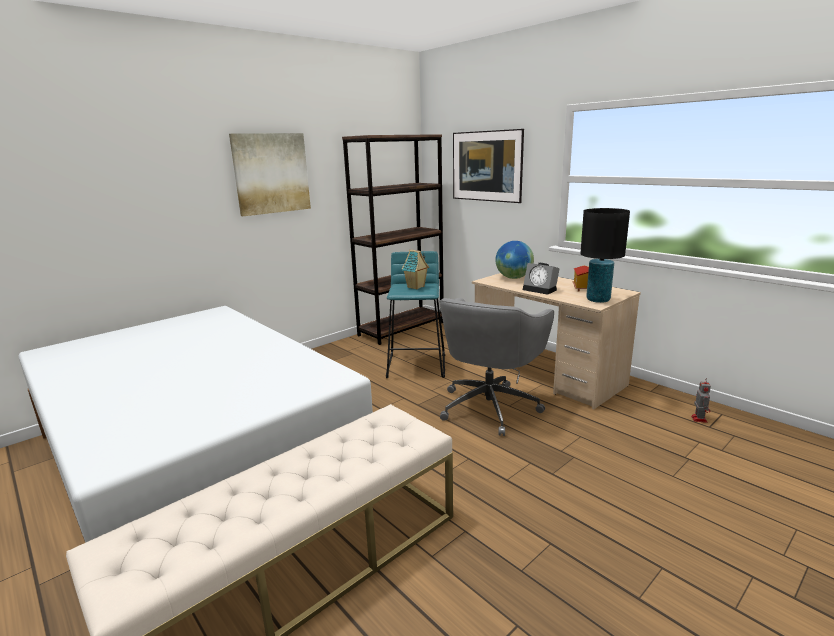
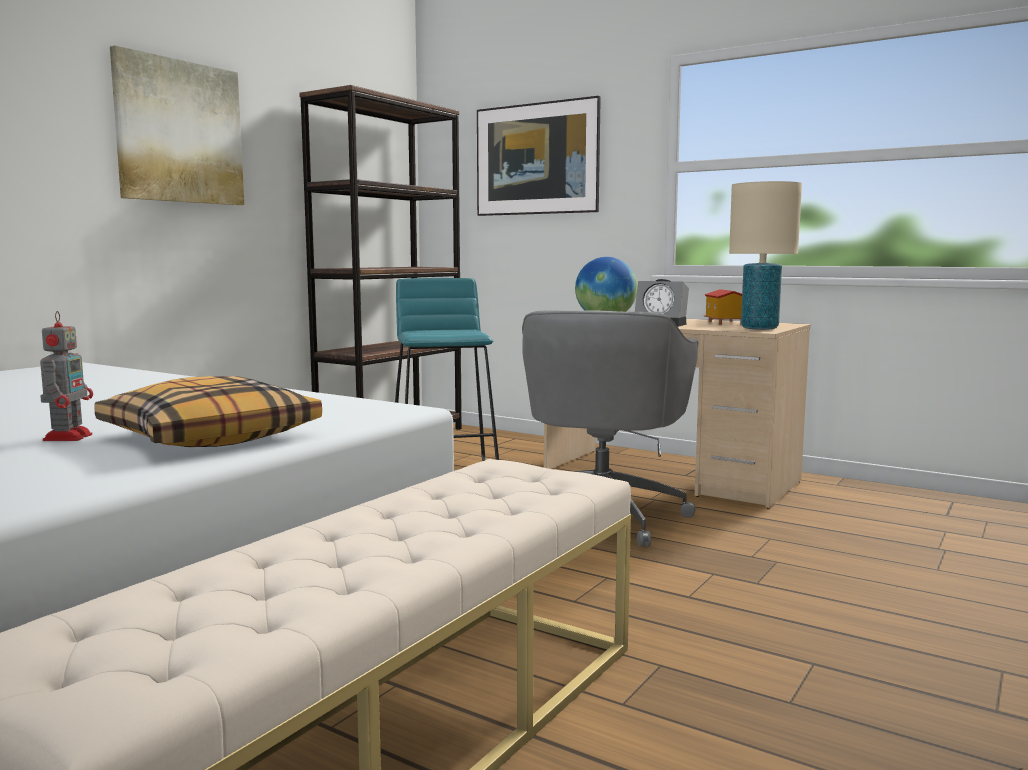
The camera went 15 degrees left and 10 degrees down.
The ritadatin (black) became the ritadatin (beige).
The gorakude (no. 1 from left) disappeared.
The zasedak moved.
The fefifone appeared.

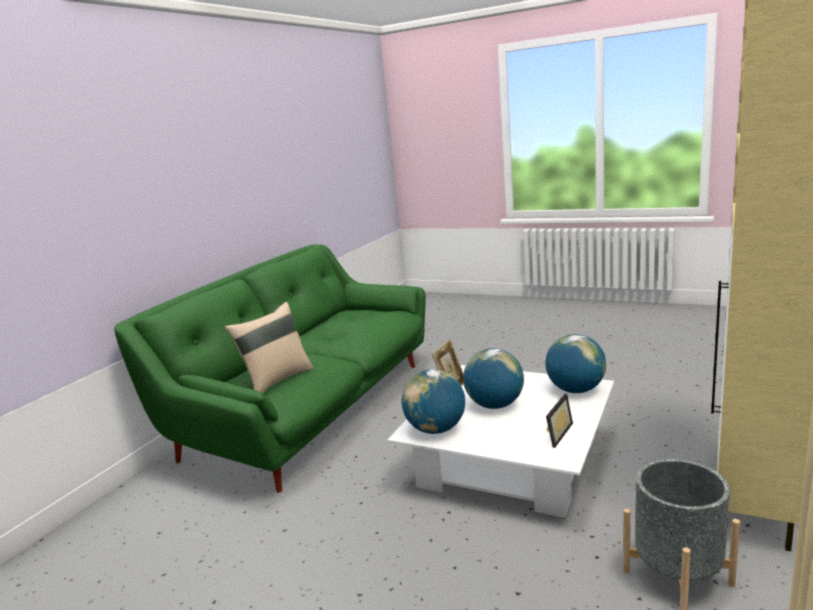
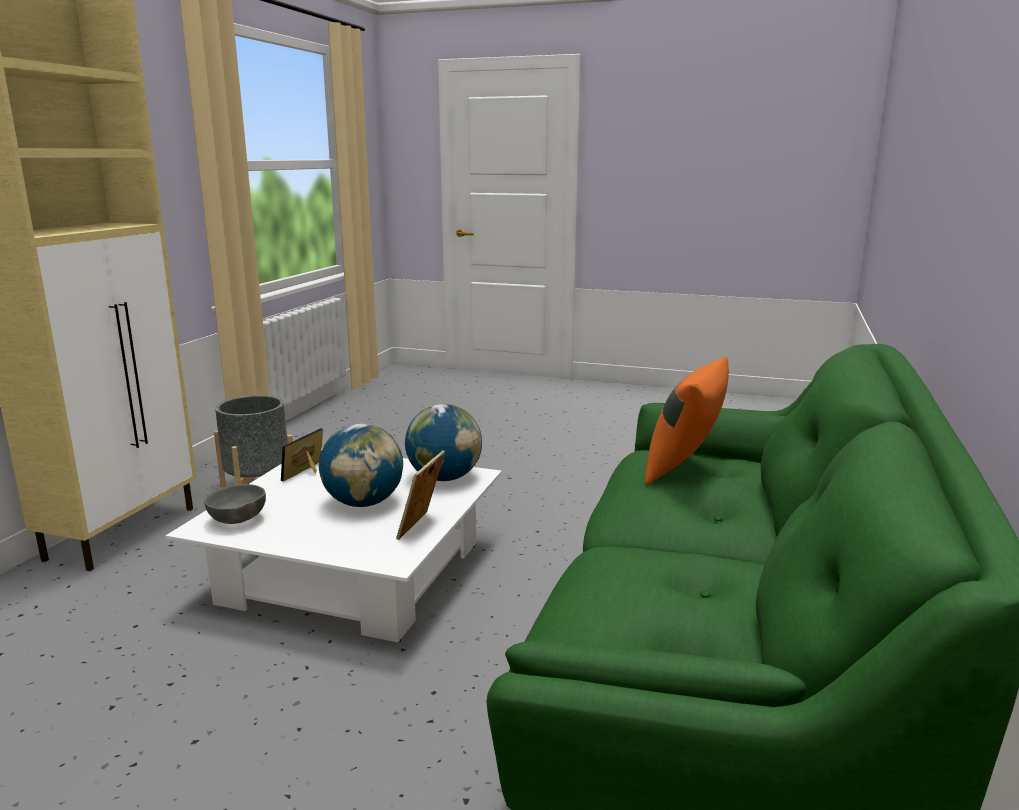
The camera went 170 degrees right and 0 degrees up.
The fefifone (beige) became the fefifone (orange).
The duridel (no. 3 from left) was replaced by the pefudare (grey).

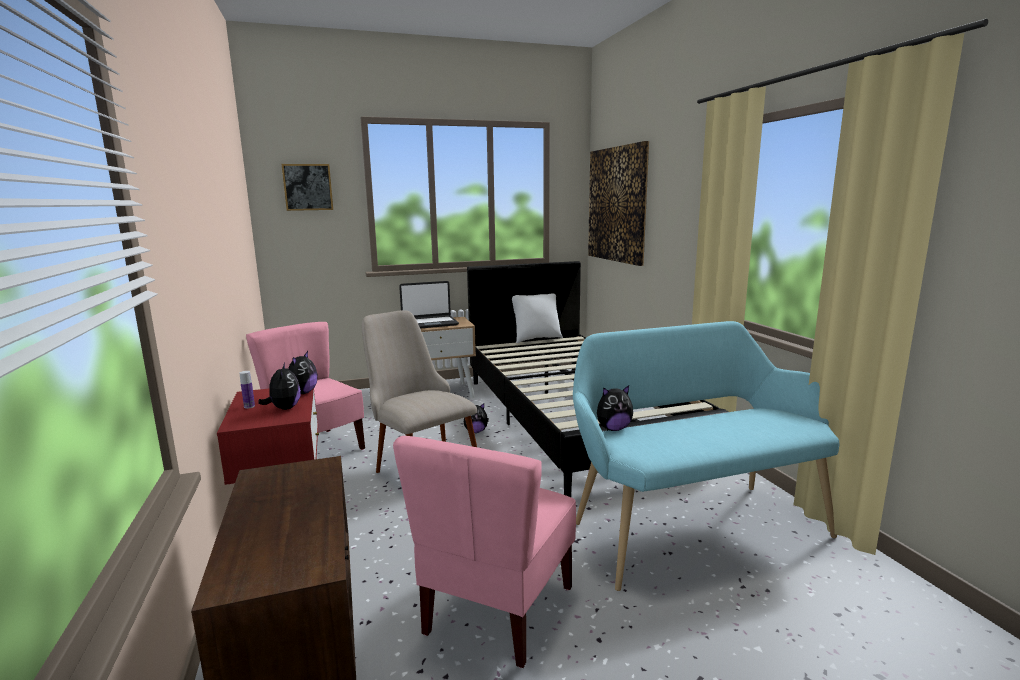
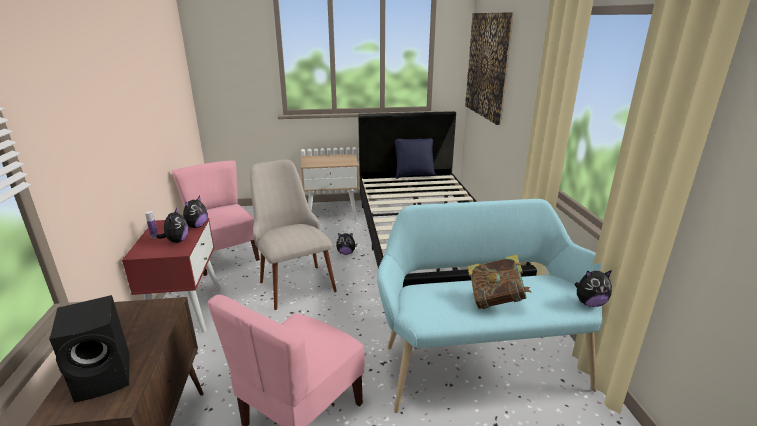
The camera went 10 degrees right and 10 degrees up.
The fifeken (no. 1 from left) disappeared.
The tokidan disappeared.
The fefifone (white) became the fefifone (blue).
The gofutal (no. 4 from left) moved.
The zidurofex appeared.
The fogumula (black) appeared.

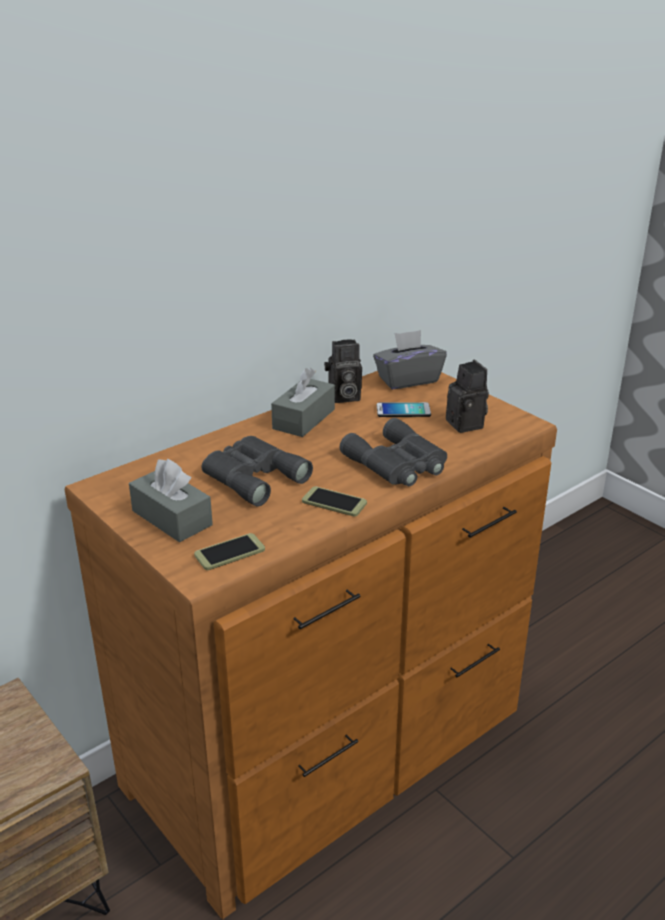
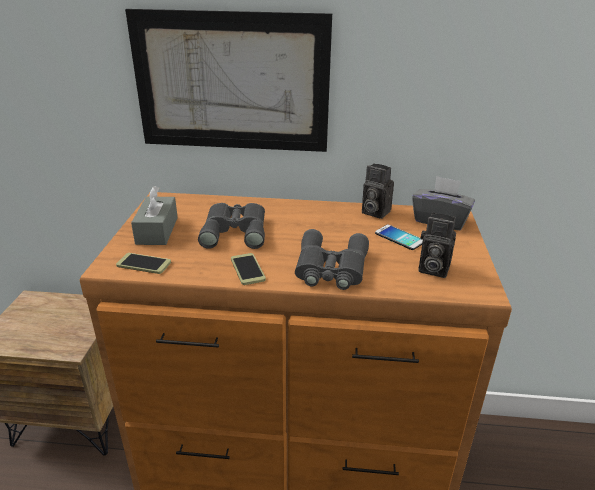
The camera went 45 degrees right and 0 degrees up.
The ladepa (no. 2 from left) turned 90 degrees clockwise.
The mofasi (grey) (no. 2 from left) disappeared.
The fifeken appeared.

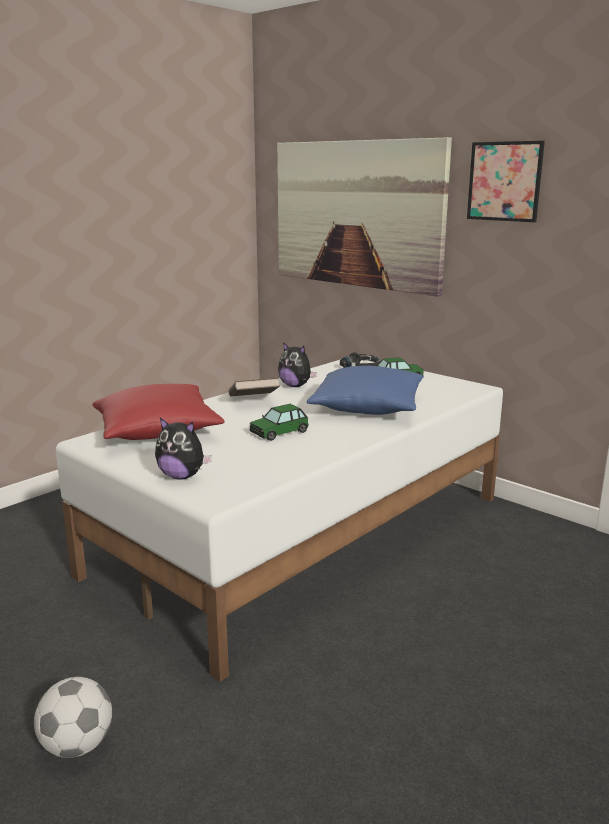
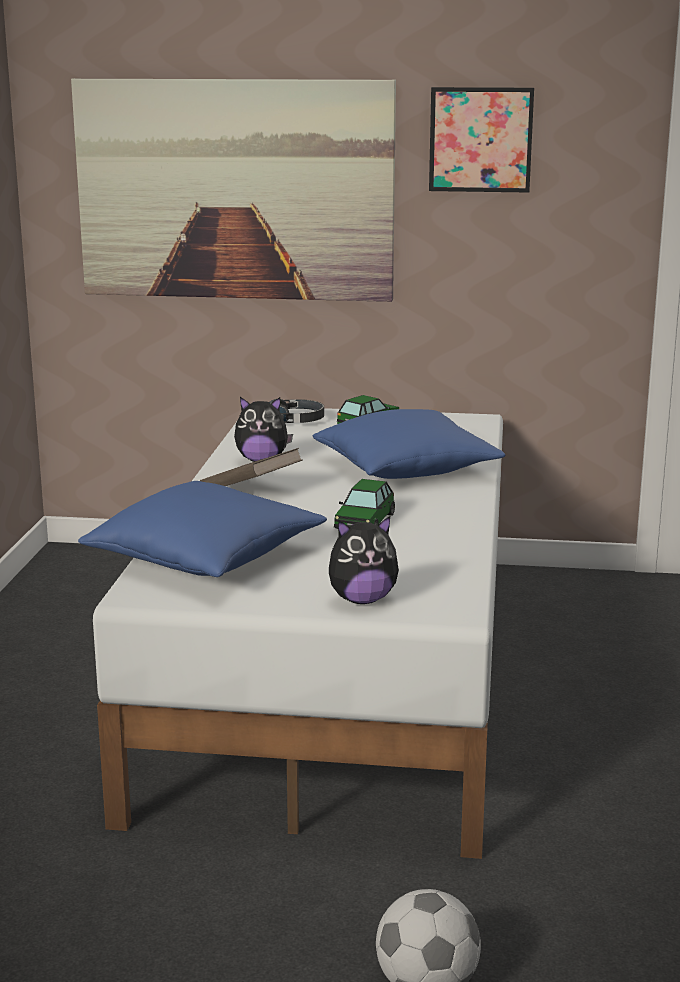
The camera went 35 degrees left and 0 degrees up.
The fefifone (red) became the fefifone (blue) (no. 1 from left).

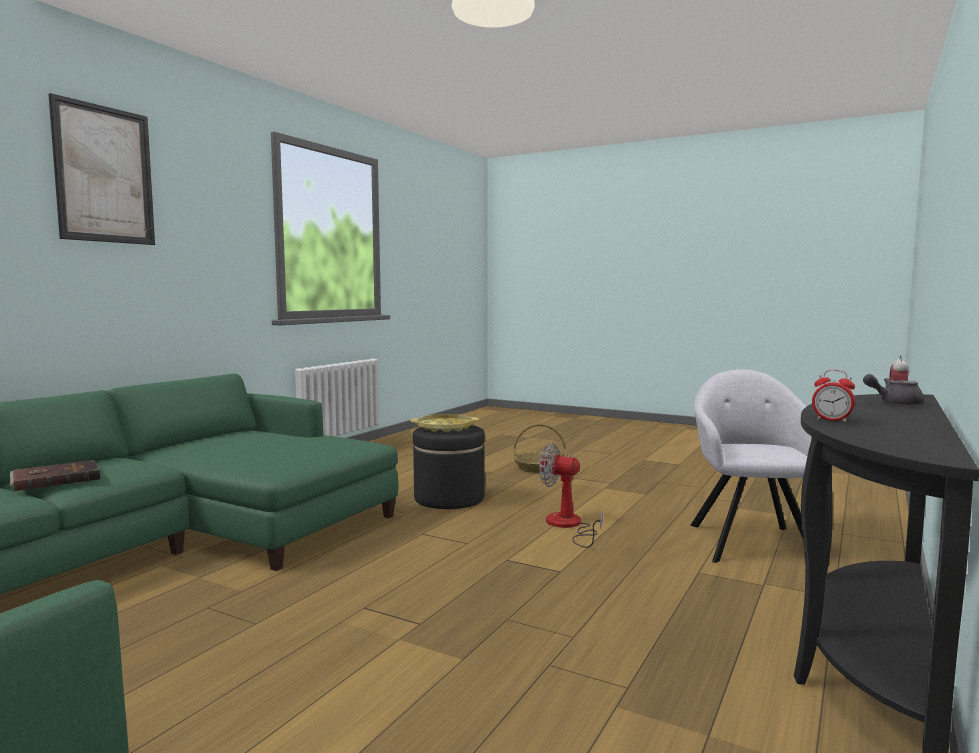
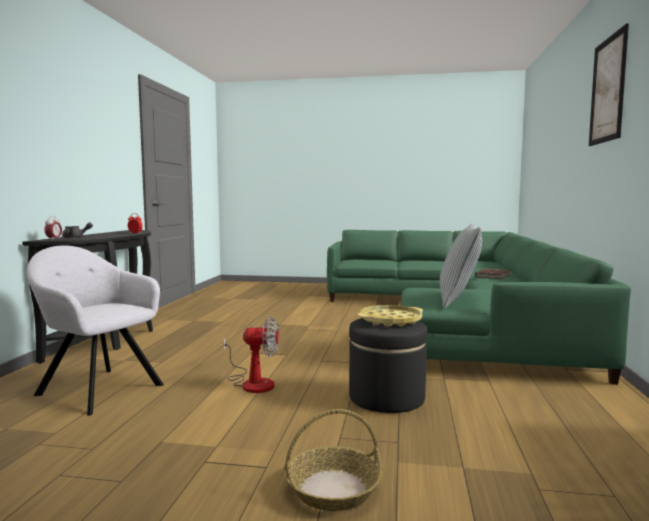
The camera went 160 degrees right and 0 degrees up.
The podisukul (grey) turned 135 degrees clockwise.
The fefifone appeared.

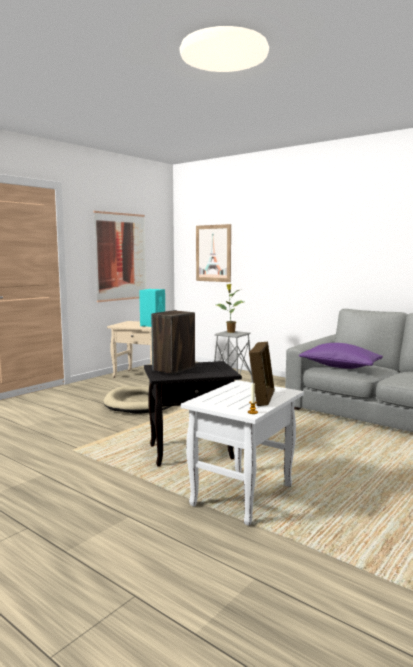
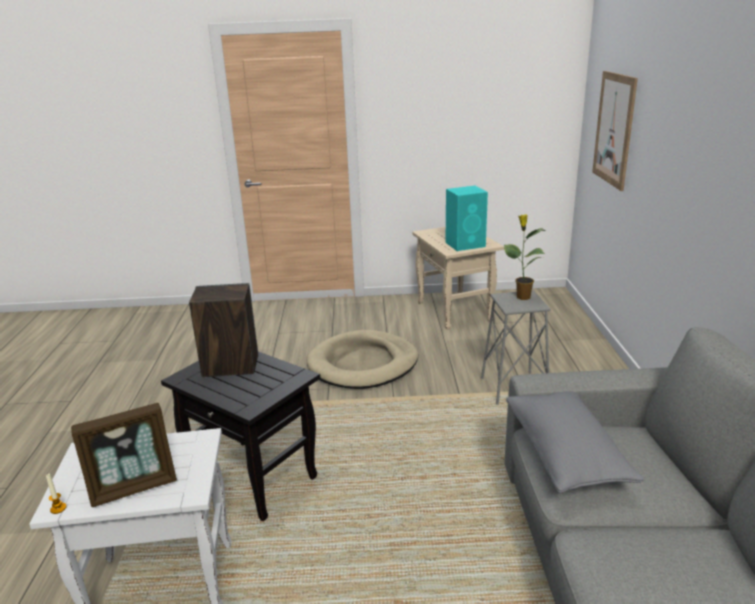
The camera went 50 degrees right and 15 degrees up.
The fifeken (no. 1 from left) disappeared.
The fefifone (purple) became the fefifone (grey).

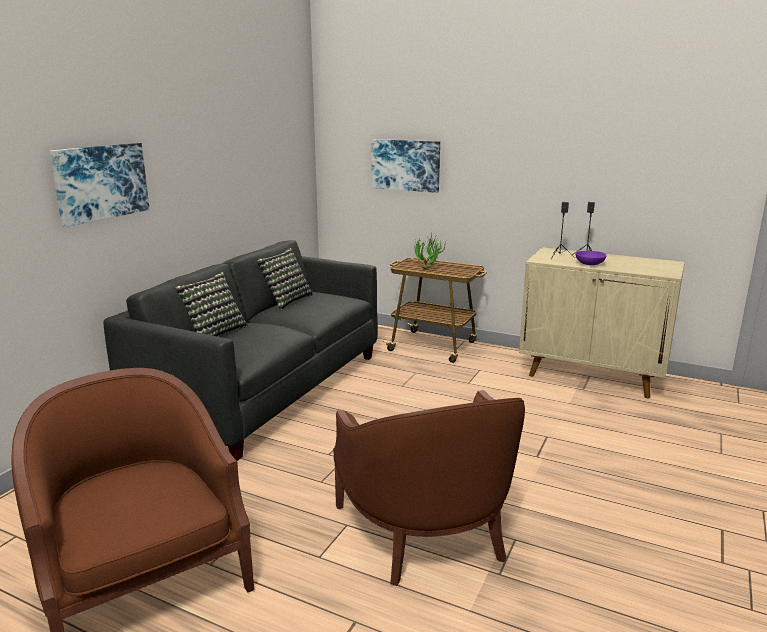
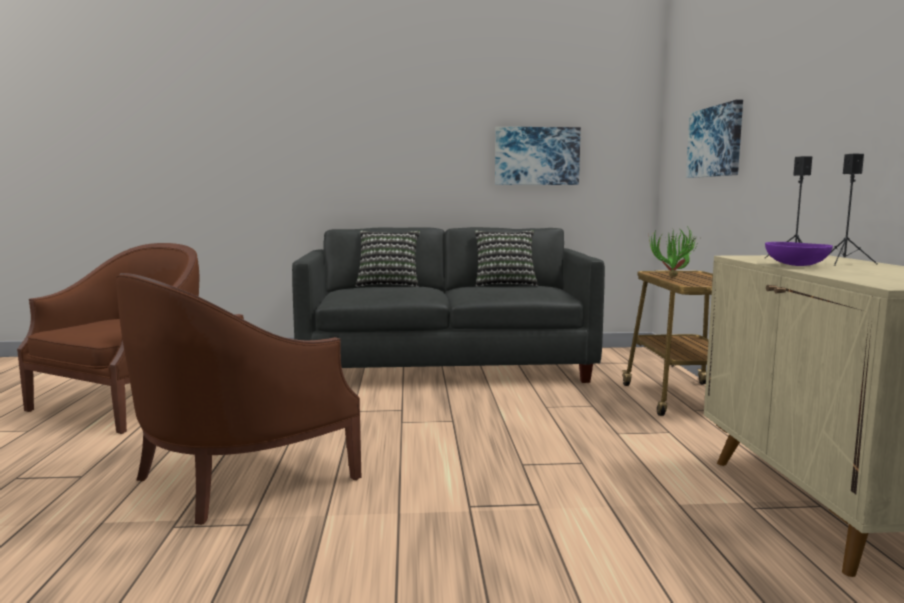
The camera went 60 degrees right and 10 degrees down.
The fifeken (no. 1 from left) moved.

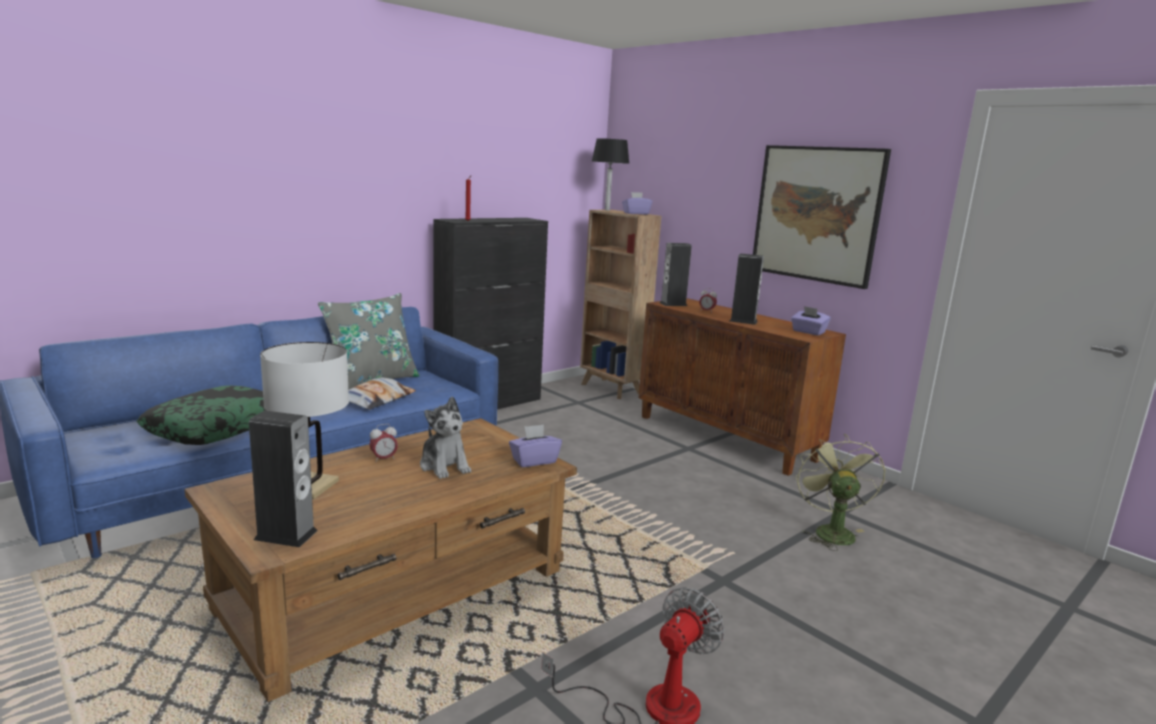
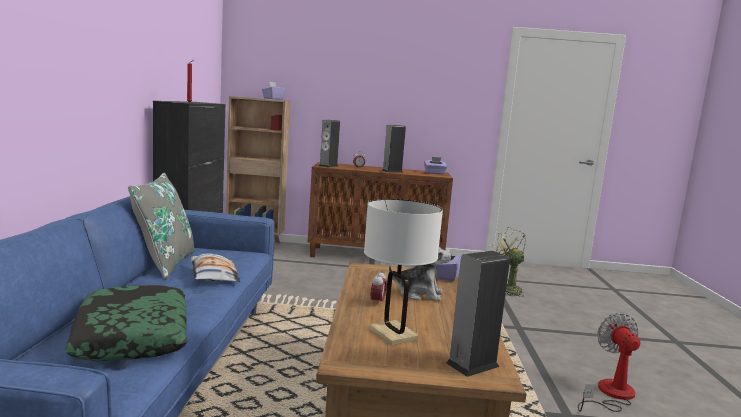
The camera went 45 degrees left and 5 degrees down.
The ritadatin (black) disappeared.
The fifeken disappeared.

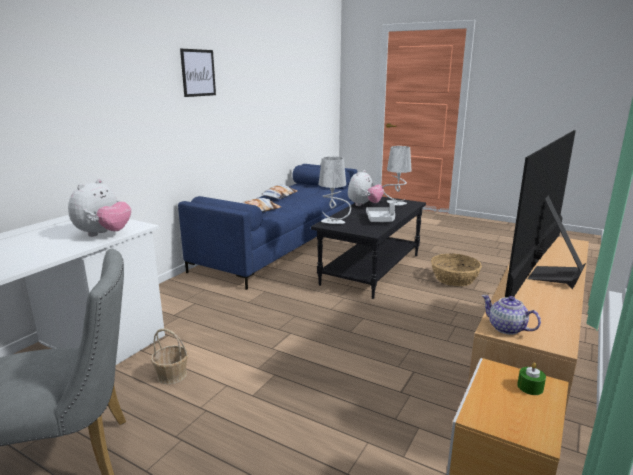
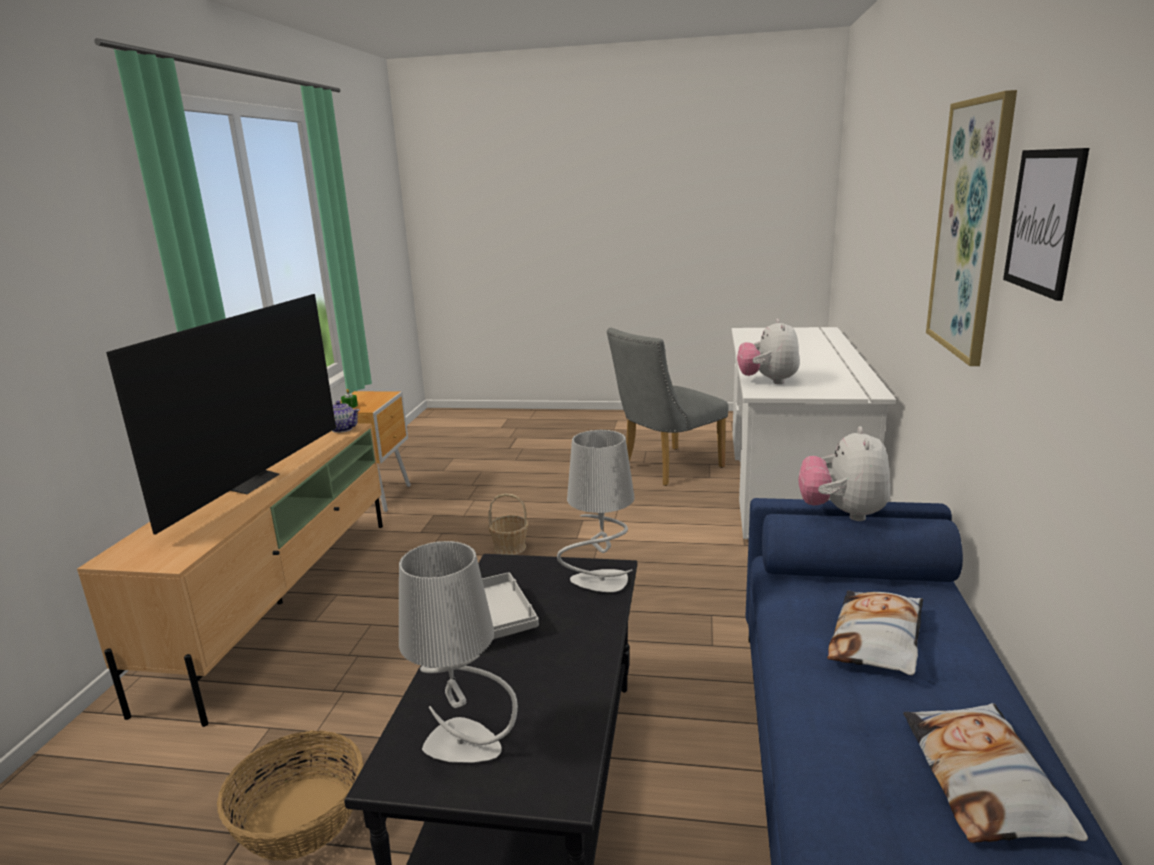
The camera went 160 degrees right and 0 degrees up.
The gofutal (no. 2 from left) moved.
The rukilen (no. 1 from left in the first image) moved.
The fifeken (no. 1 from left) appeared.

